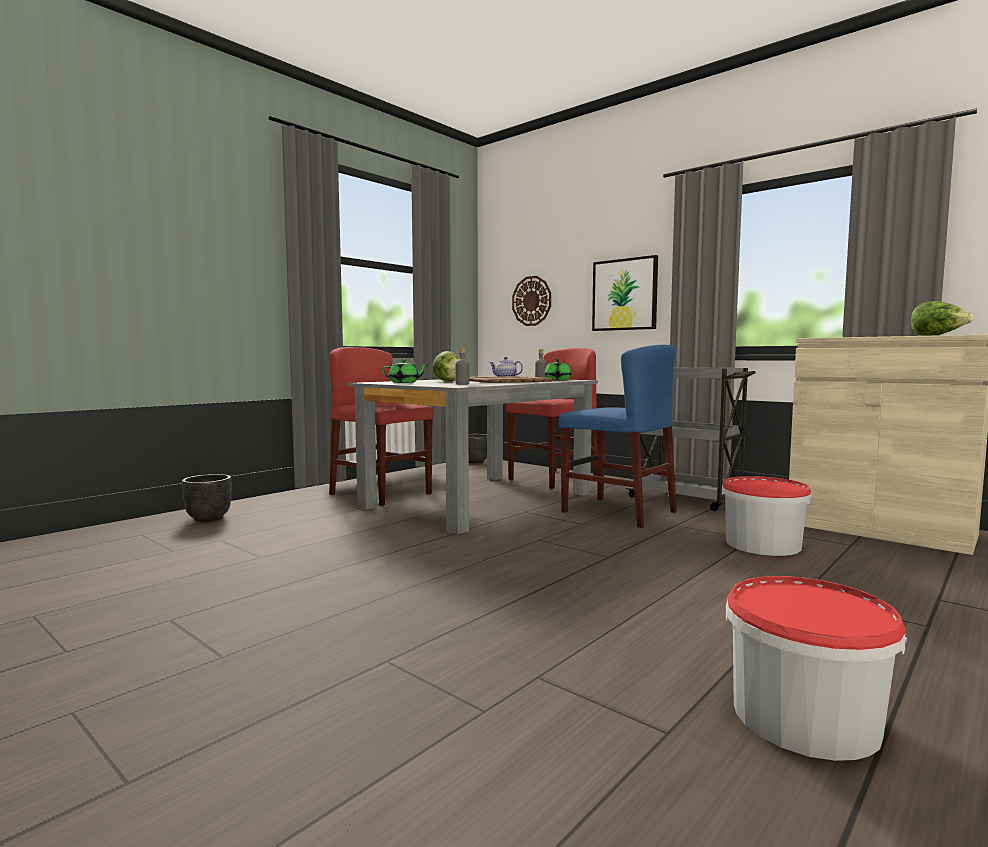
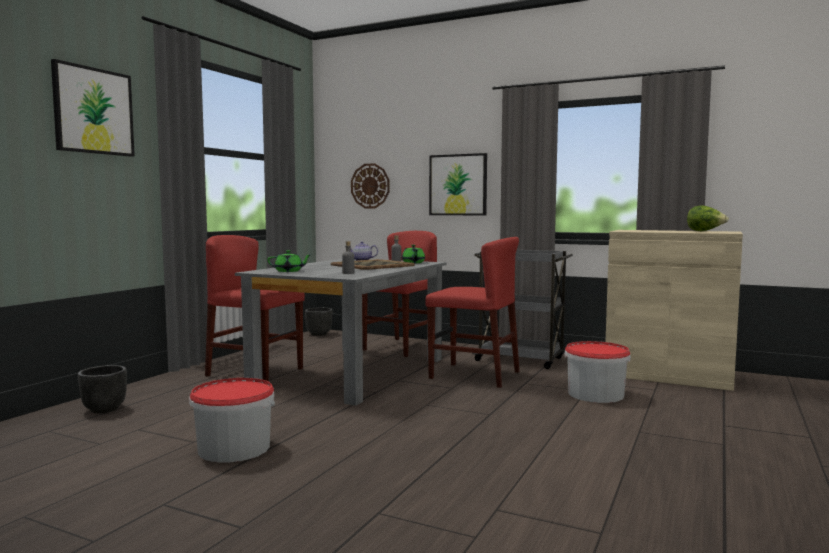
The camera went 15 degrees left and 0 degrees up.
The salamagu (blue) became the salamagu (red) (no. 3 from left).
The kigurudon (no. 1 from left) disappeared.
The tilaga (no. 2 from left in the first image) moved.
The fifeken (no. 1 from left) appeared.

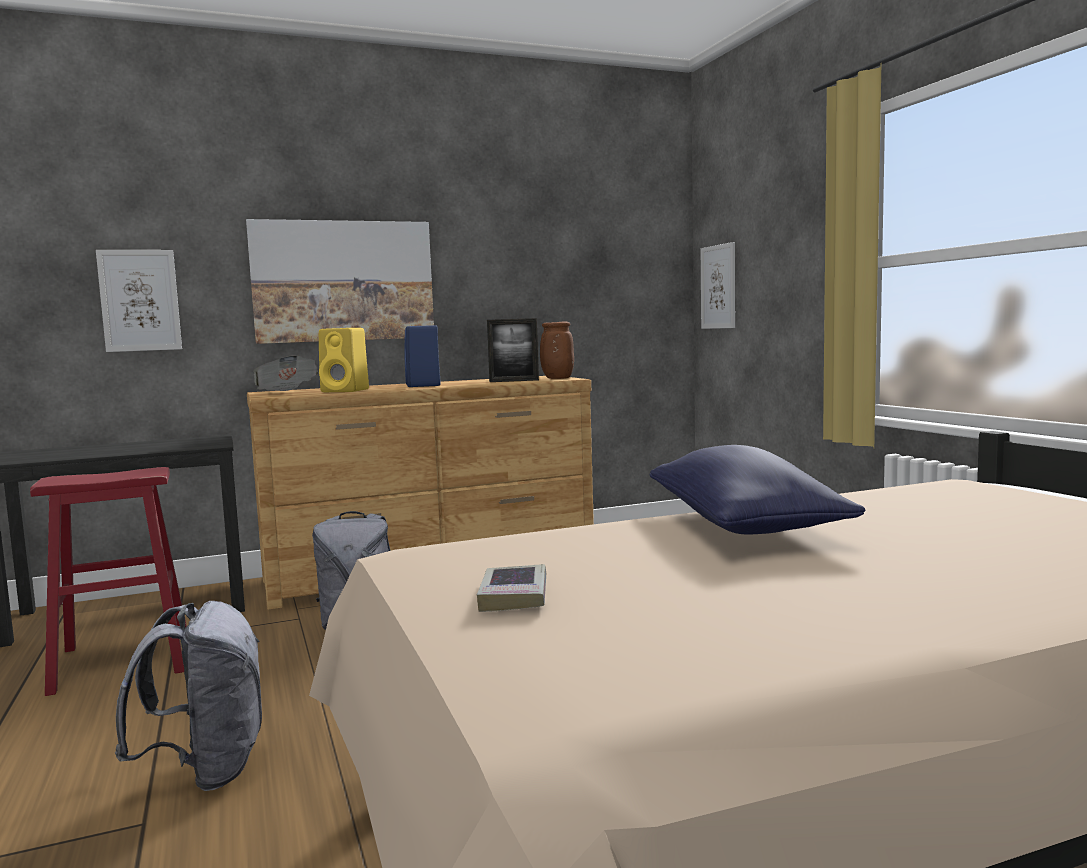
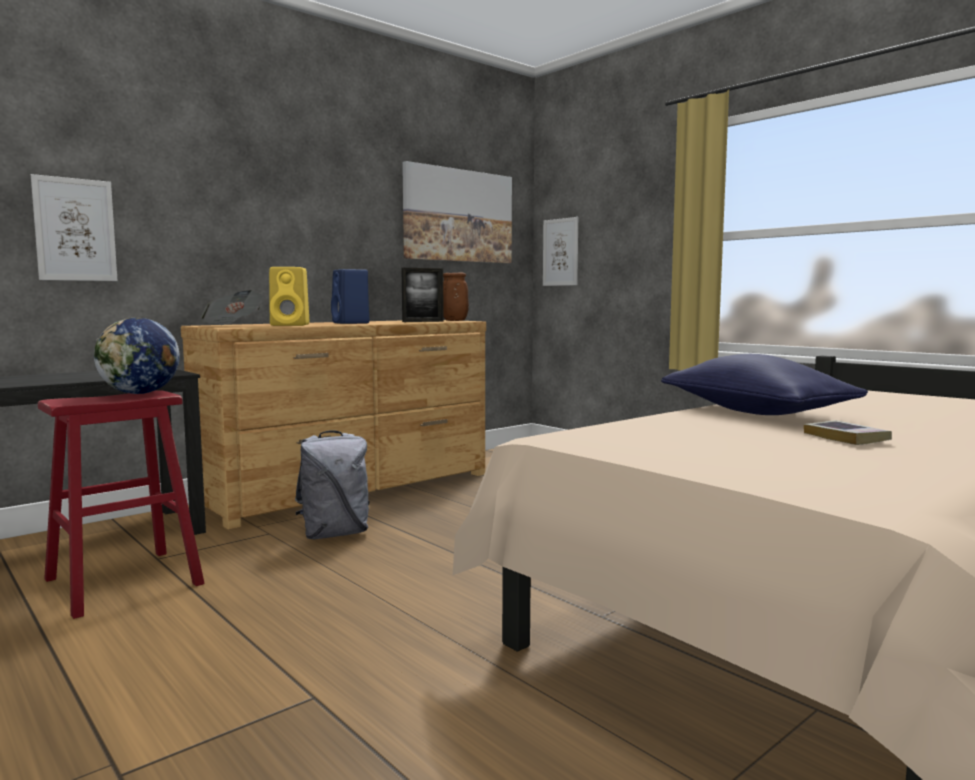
The camera went 20 degrees left and 0 degrees up.
The fifeken (no. 2 from left) moved.
The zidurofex moved.
The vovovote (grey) (no. 1 from left) disappeared.
The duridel appeared.

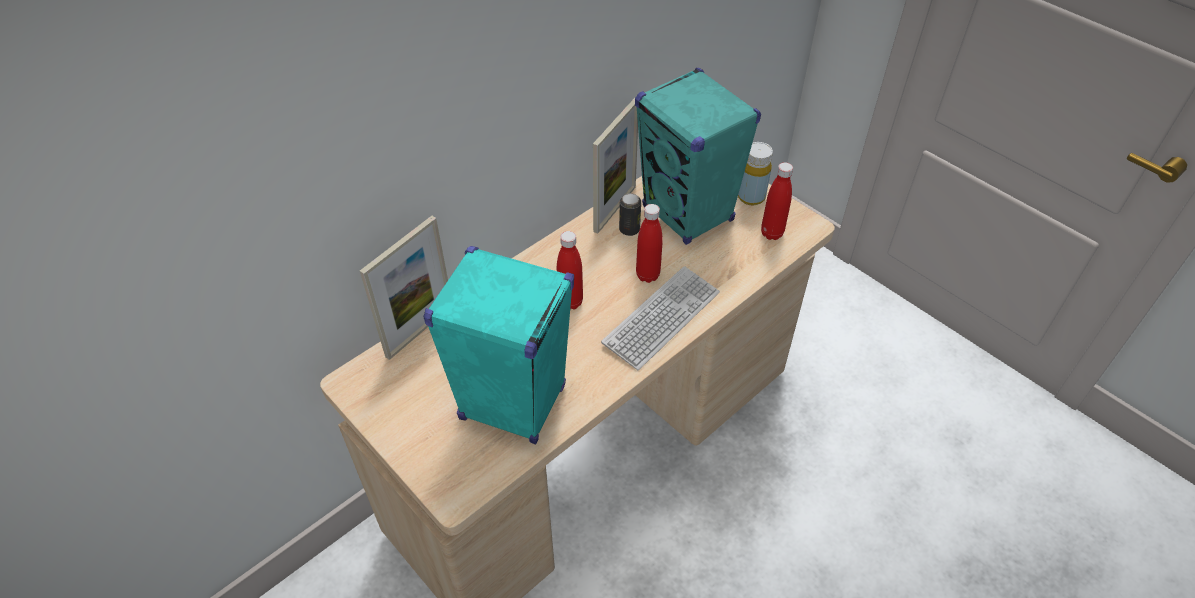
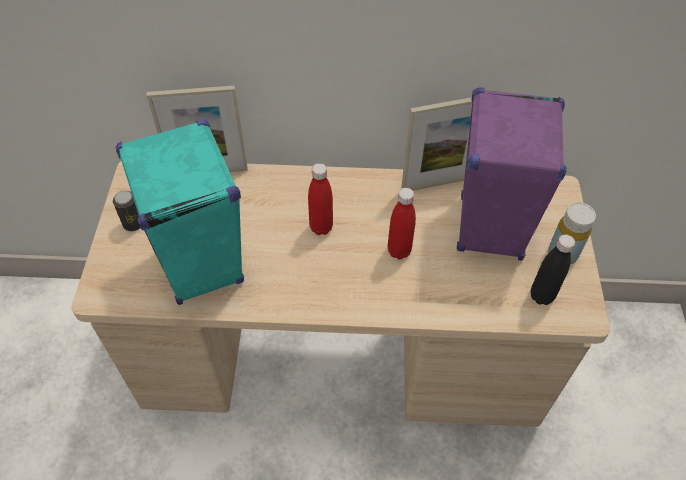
The camera went 45 degrees right and 5 degrees up.
The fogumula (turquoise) (no. 2 from left) became the fogumula (purple).
The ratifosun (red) (no. 3 from left) became the ratifosun (black).
The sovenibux moved.
The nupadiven disappeared.

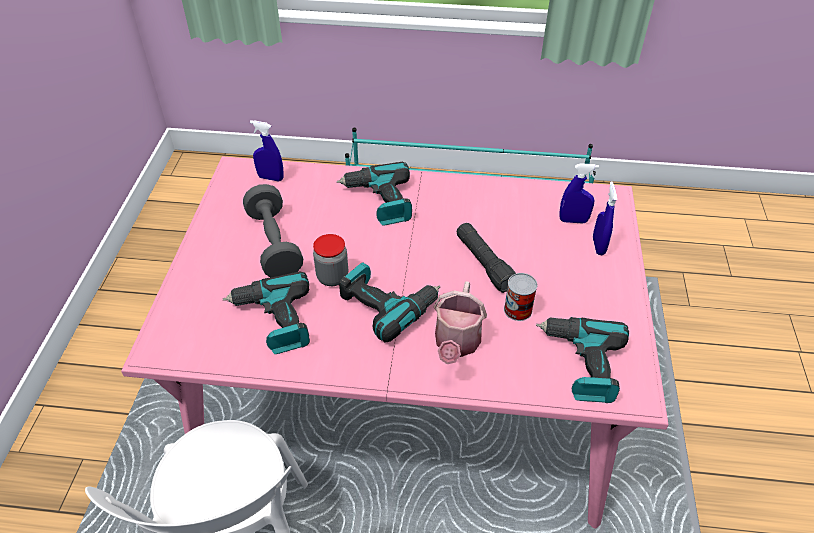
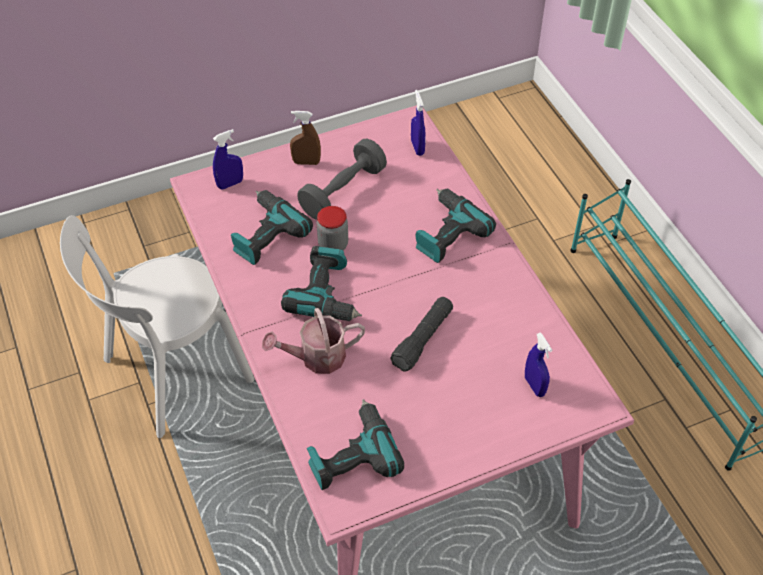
The camera went 60 degrees right and 5 degrees up.
The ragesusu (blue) (no. 3 from left in the first image) moved.
The sovenibux disappeared.
The ragesusu (brown) appeared.

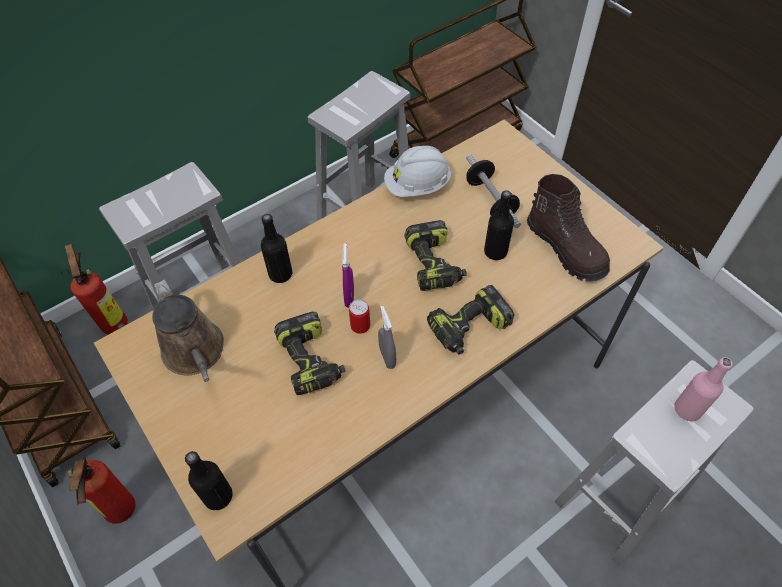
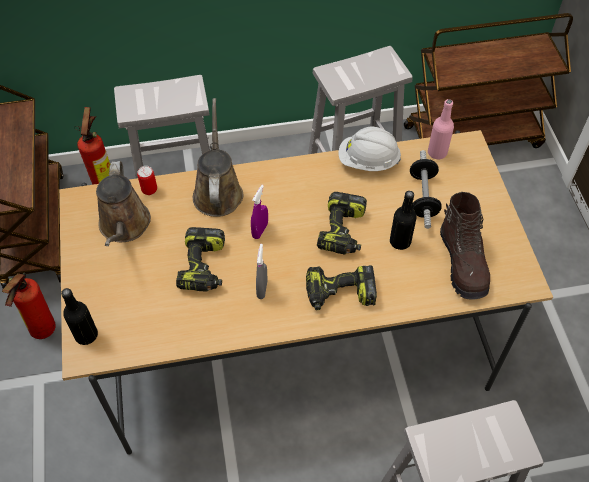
The camera went 25 degrees right and 0 degrees up.
The ratifosun (black) (no. 2 from left) was replaced by the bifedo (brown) (no. 2 from left).
The sovenibux moved.
The ratifosun (pink) moved.

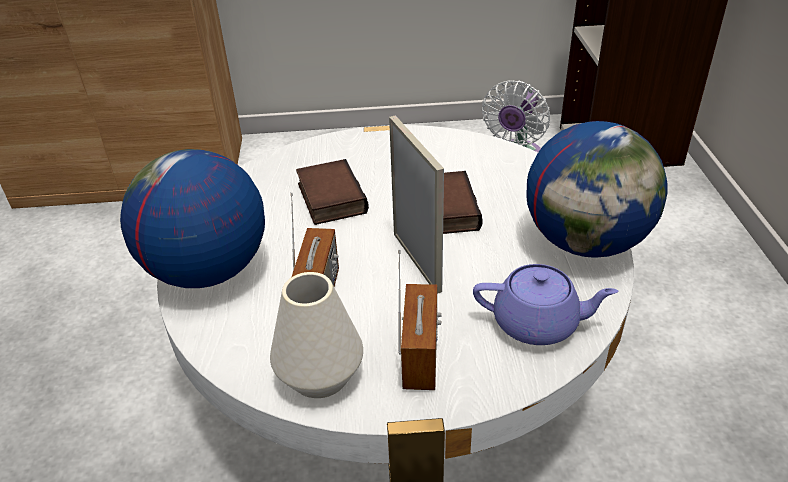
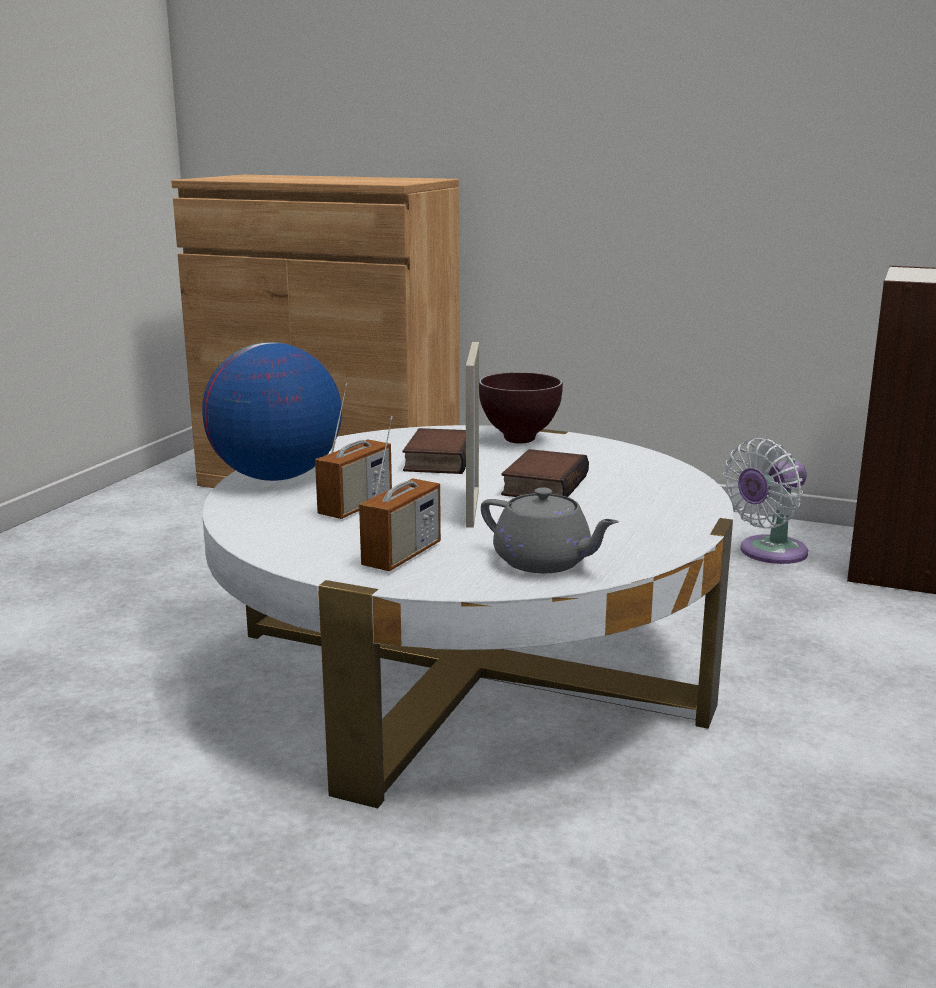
The camera went 25 degrees right and 20 degrees down.
The duridel (no. 2 from left) disappeared.
The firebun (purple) became the firebun (grey).
The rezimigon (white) disappeared.
The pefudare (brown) appeared.

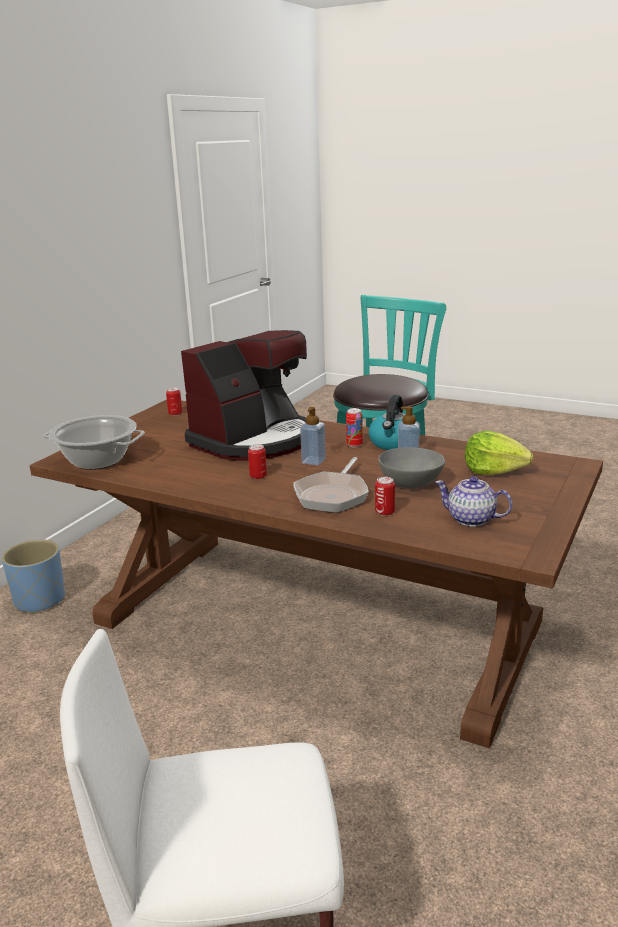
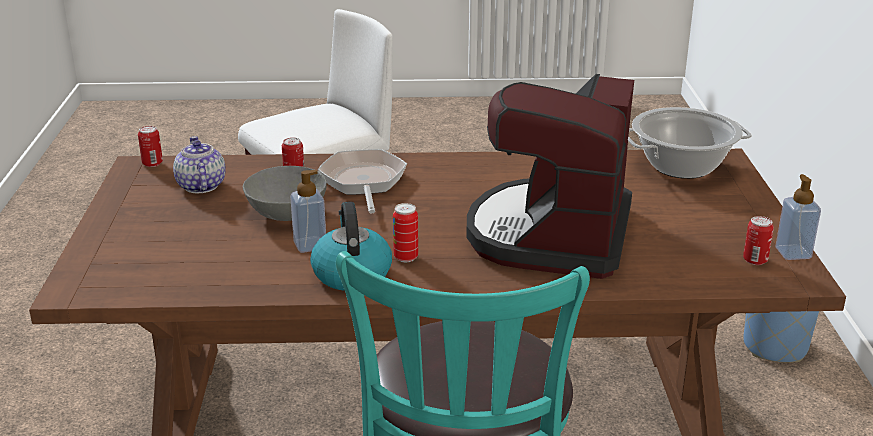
The camera went 150 degrees right and 5 degrees up.
The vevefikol (no. 1 from left in the first image) moved.
The kigurudon disappeared.
The sovenibux (no. 2 from left in the first image) moved.
The firebun turned 105 degrees counterclockwise.

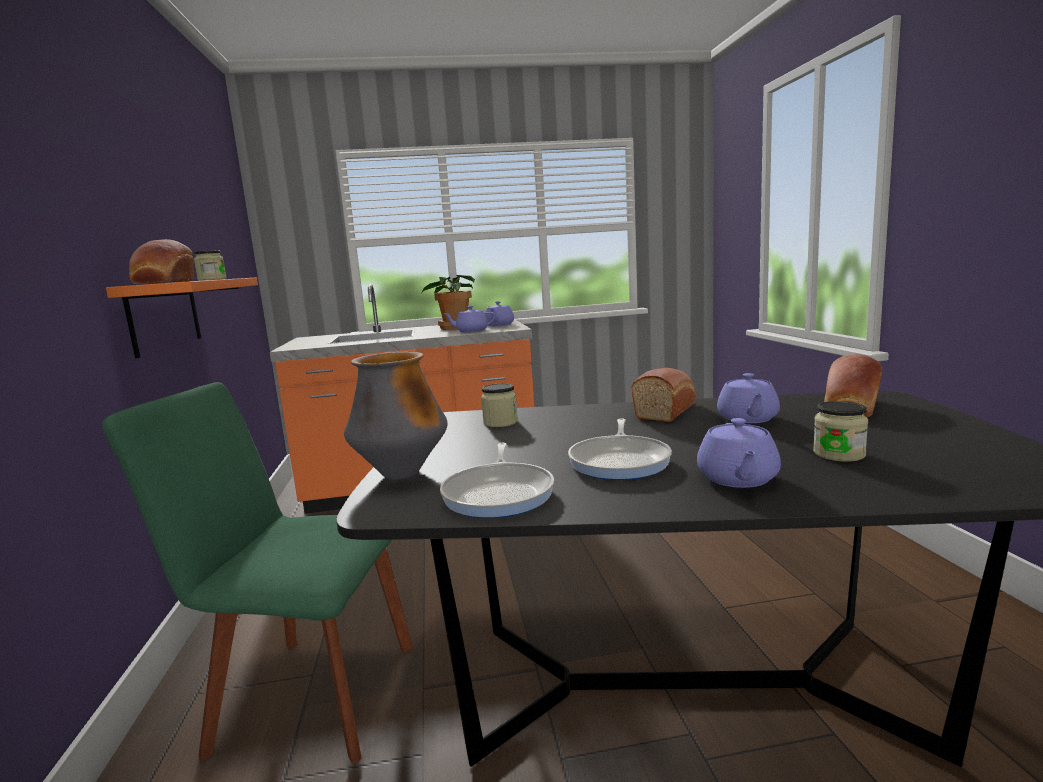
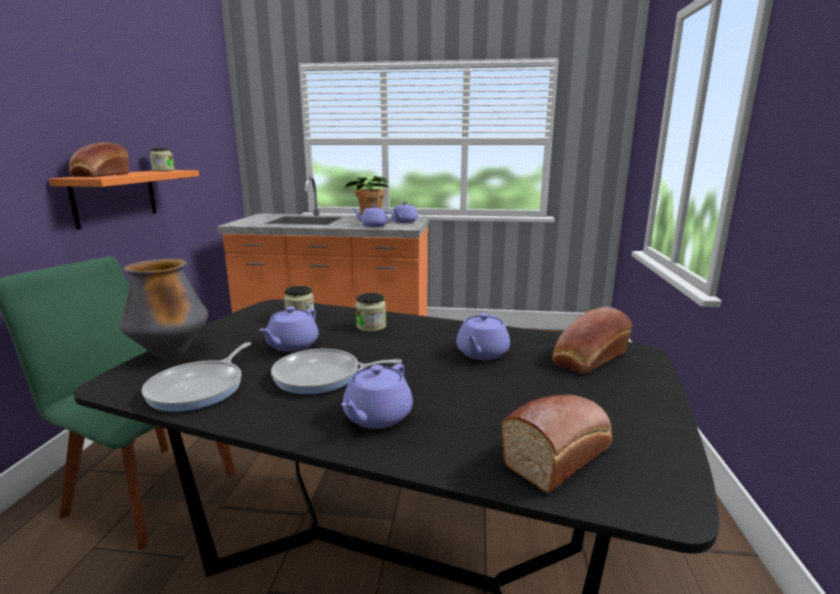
The camera went 15 degrees right and 5 degrees up.
The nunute (no. 2 from left) moved.
The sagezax (no. 3 from left) moved.
The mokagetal (no. 2 from left) turned 60 degrees clockwise.
The firebun (purple) (no. 1 from left) appeared.

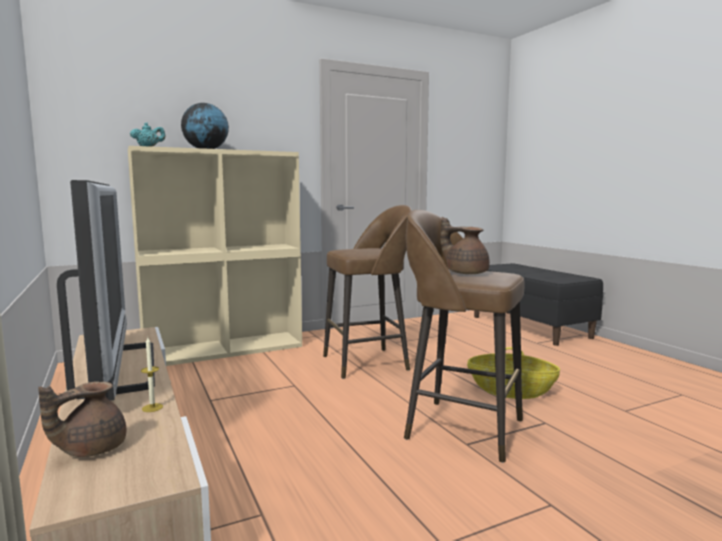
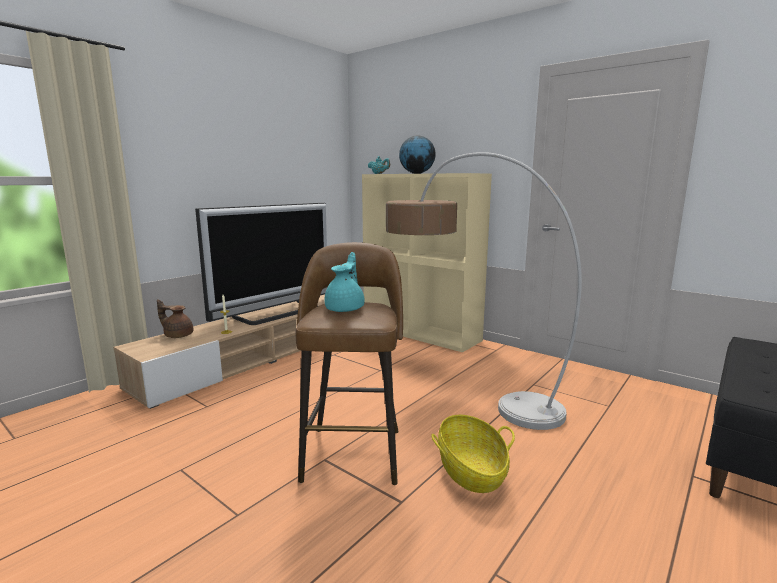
The camera went 65 degrees right and 5 degrees up.
The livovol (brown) (no. 1 from left) was replaced by the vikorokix.
The firebun (brown) (no. 2 from left) became the firebun (turquoise) (no. 1 from left).

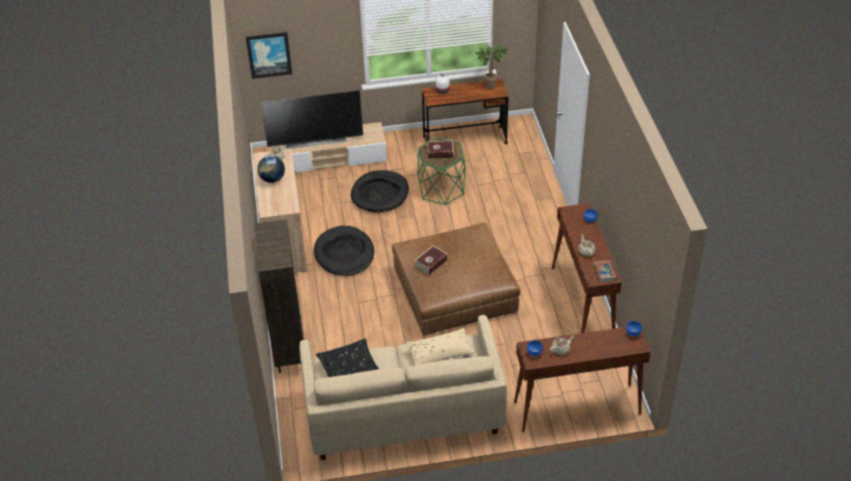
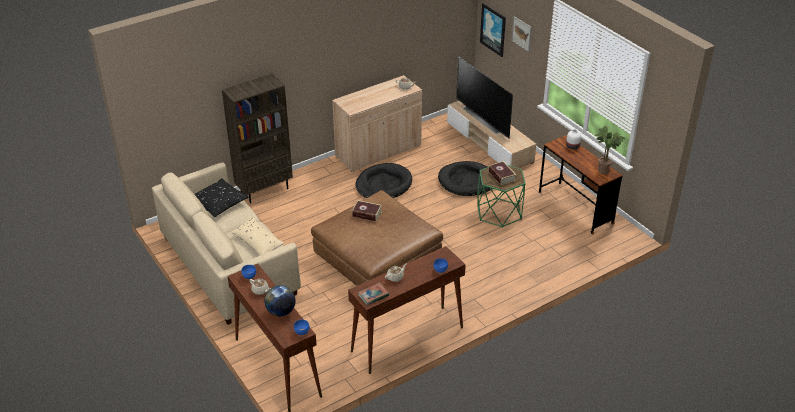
The camera went 65 degrees right and 5 degrees down.
The duridel moved.
The fifeken (no. 2 from left) appeared.

